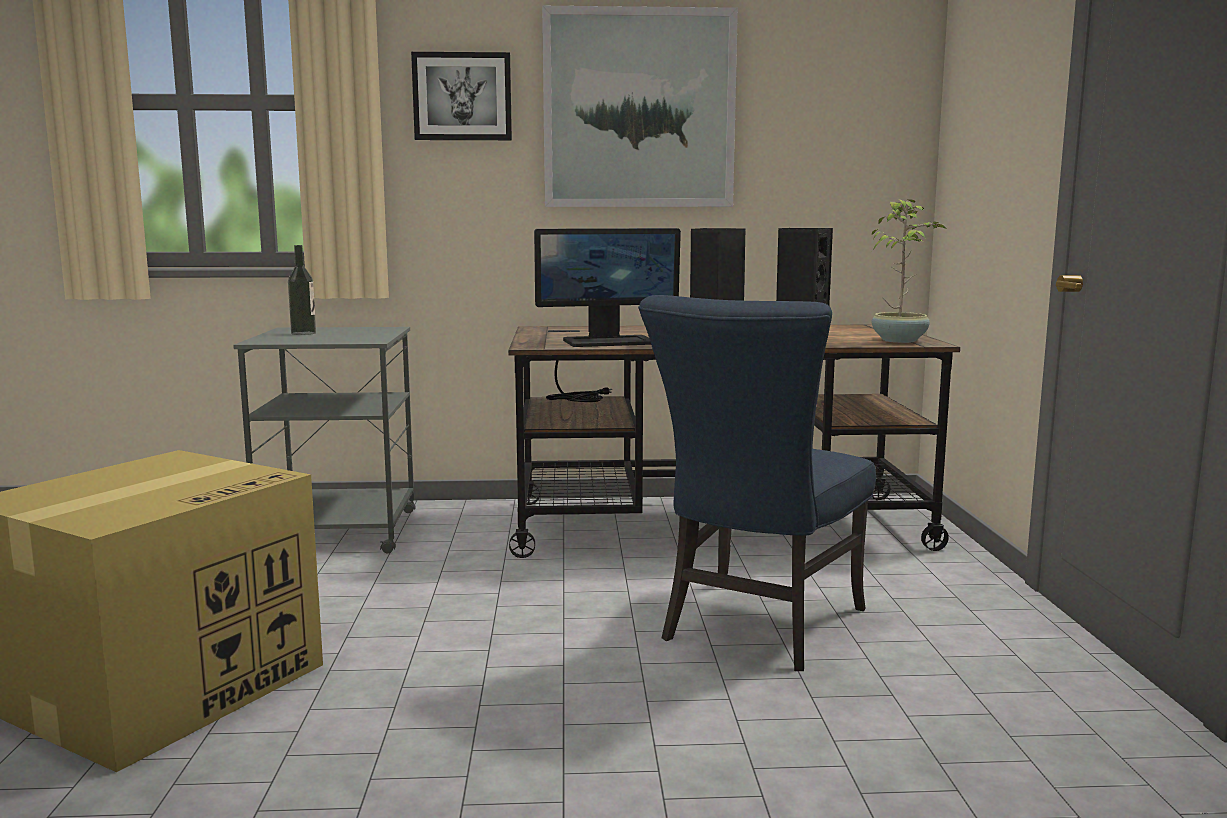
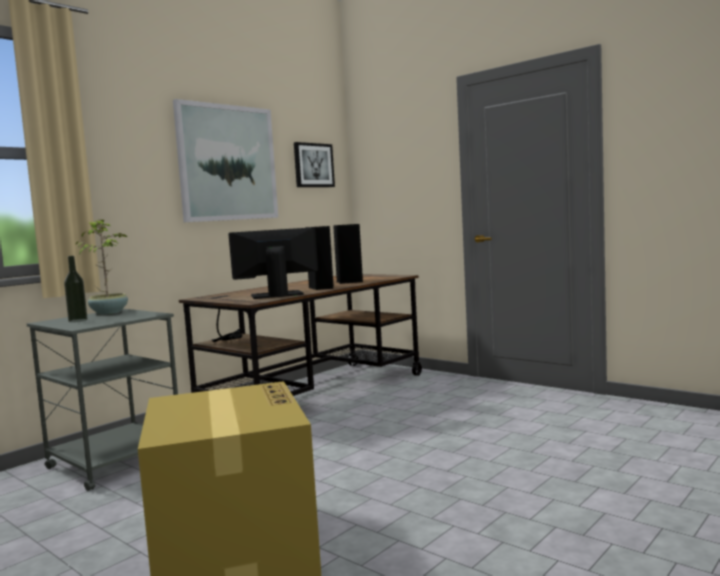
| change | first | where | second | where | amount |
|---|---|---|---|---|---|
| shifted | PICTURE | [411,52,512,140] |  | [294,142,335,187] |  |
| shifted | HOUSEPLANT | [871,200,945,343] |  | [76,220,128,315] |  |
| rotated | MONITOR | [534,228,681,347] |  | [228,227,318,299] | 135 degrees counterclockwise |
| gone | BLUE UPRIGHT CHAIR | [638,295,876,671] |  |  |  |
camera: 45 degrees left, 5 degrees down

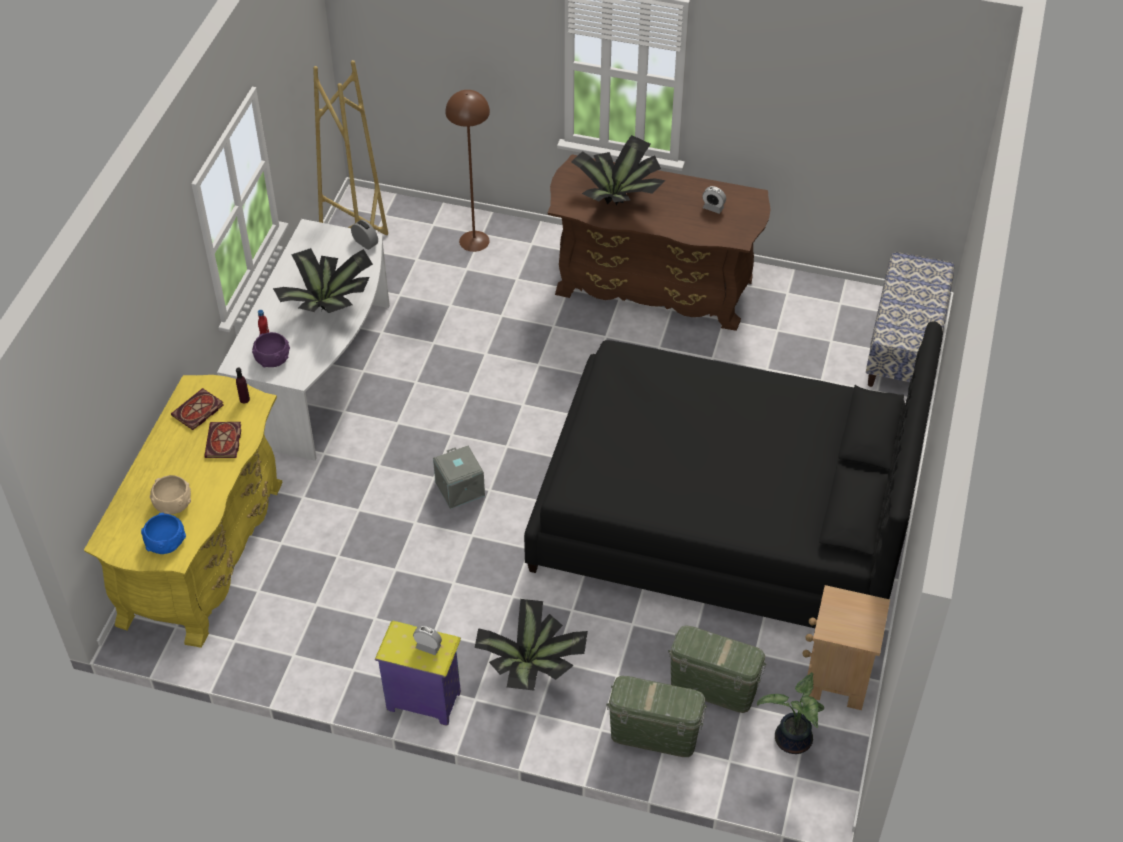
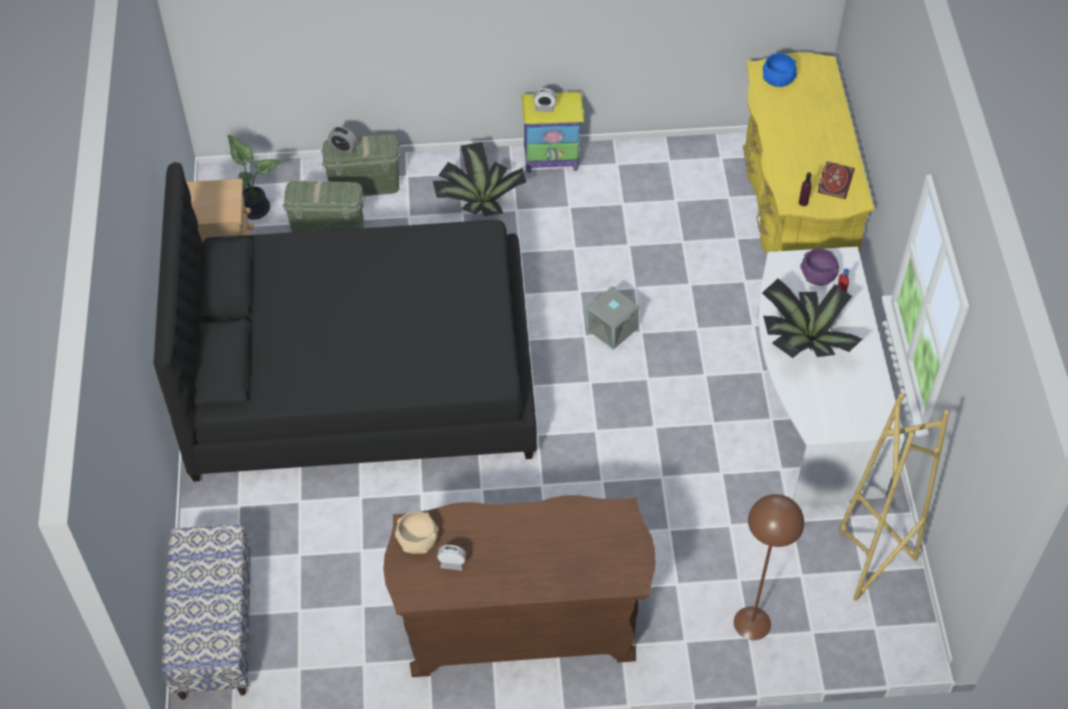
| change | first | where | second | where | amount |
|---|---|---|---|---|---|
| gone | HOUSEPLANT | [571,135,665,205] |  |  |  |
| shifted | BEDSIDE CLOCK | [351,220,378,250] |  | [328,126,357,153] |  |
| gone | BOUND BOOK | [204,422,241,458] |  |  |  |
| shifted | BEIGE-COLOURED BOWL | [150,475,191,514] |  | [395,511,438,554] |  |
camera: 160 degrees right, 5 degrees up

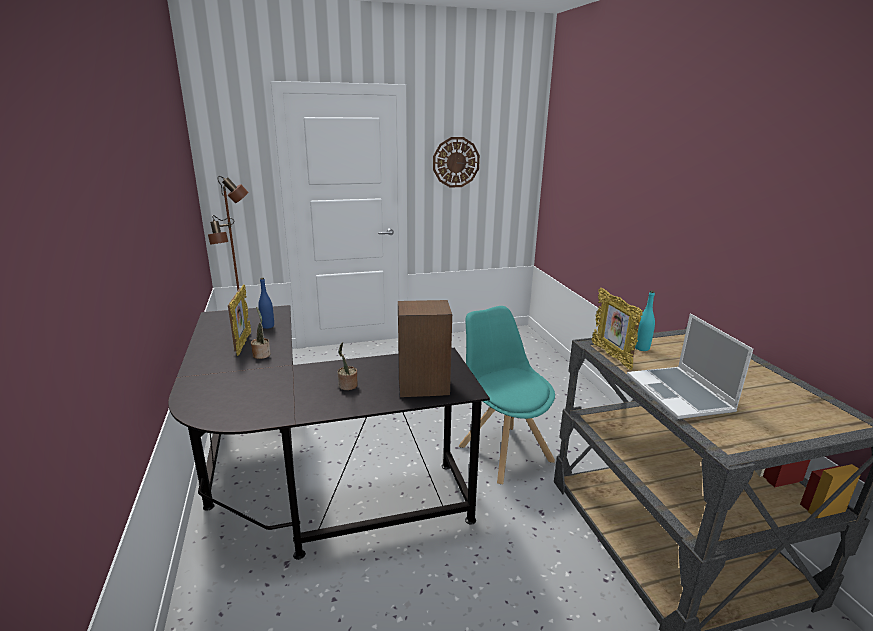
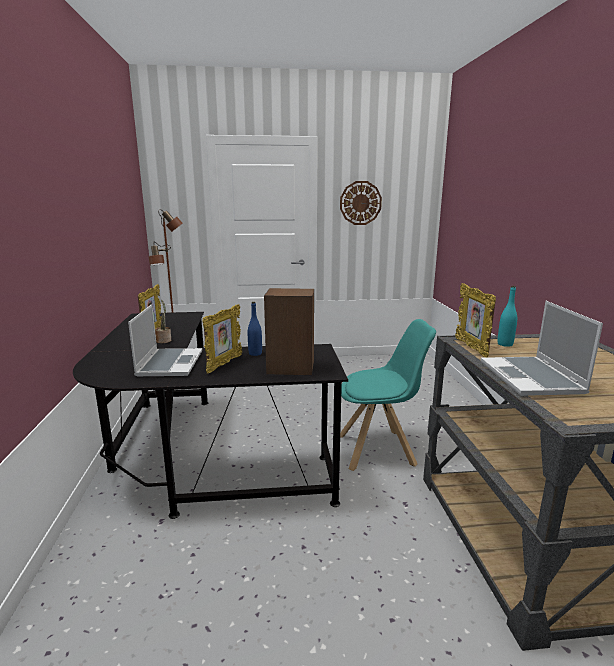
| change | first | where | second | where | amount |
|---|---|---|---|---|---|
| shifted | BLUE DRINK BOTTLE | [258,278,274,329] |  | [248,302,262,356] |  |
| rotated | TURQUOISE UPRIGHT CHAIR | [459,306,555,484] |  | [340,319,436,471] | 105 degrees clockwise |
| swapped | HOUSEPLANT | [337,342,358,390] | STANDING FRAME | [202,304,242,374] |  |
| new |  |  | PORTABLE COMPUTER | [128,304,202,376] |  |
camera: 10 degrees right, 5 degrees down

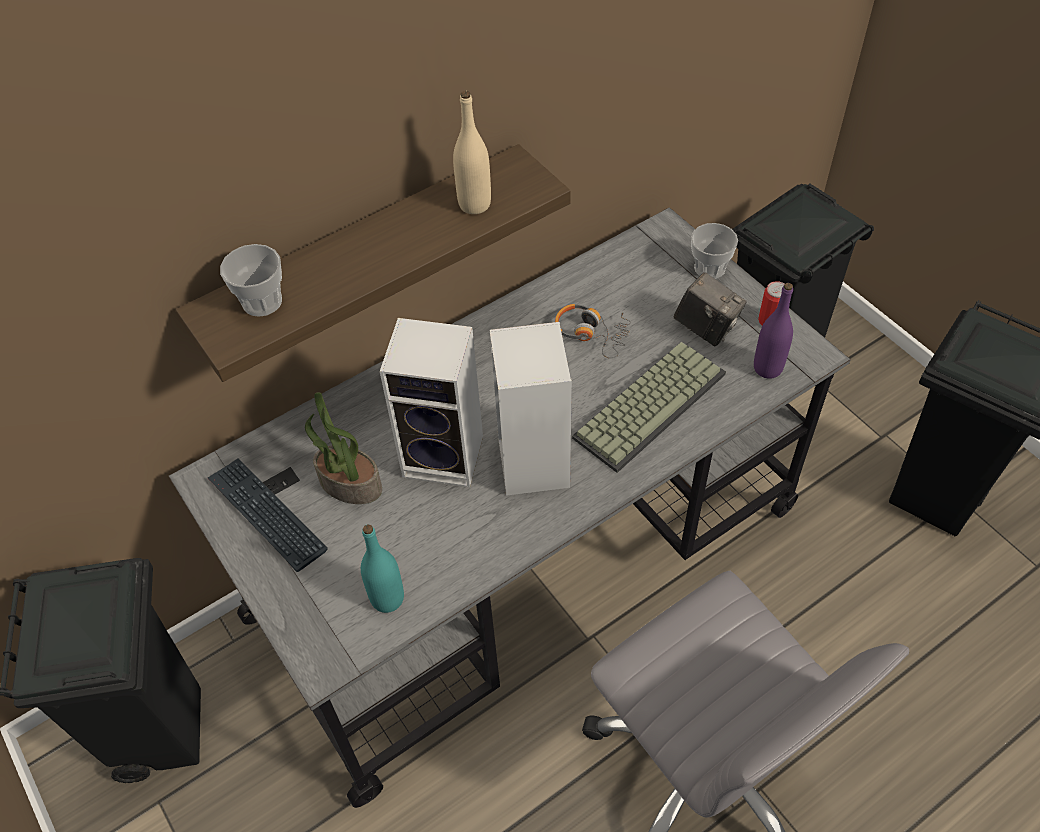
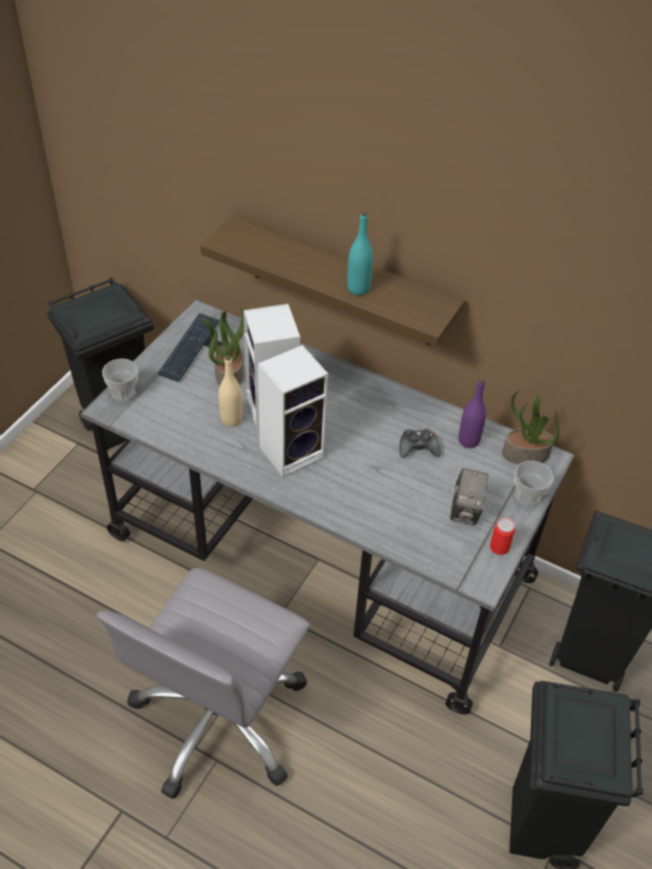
| change | first | where | second | where | amount |
|---|---|---|---|---|---|
| shifted | BEIGE-COLOURED DRINK BOTTLE | [453,91,491,214] |  | [218,355,242,426] |  |
| shifted | SMALL CUP | [220,244,282,317] |  | [102,358,138,401] |  |
| shifted | PURPLISH DRINK BOTTLE | [754,283,793,379] |  | [459,378,486,448] |  |
| swapped | HEADSET | [555,304,631,358] | BLACK JOYPAD | [399,429,441,458] |  |
| gone | PC KEYBOARD | [572,342,726,473] |  |  |  |
| shifted | TURQUOISE DRINK BOTTLE | [361,524,404,613] |  | [347,211,373,295] |  |
| new |  |  | HOUSEPLANT | [502,390,560,465] |  |
camera: 60 degrees right, 5 degrees down

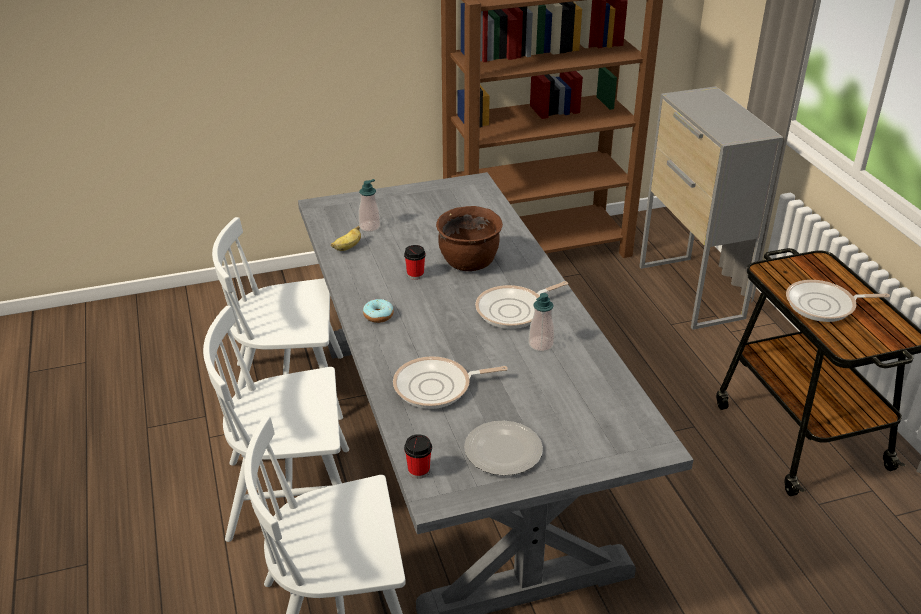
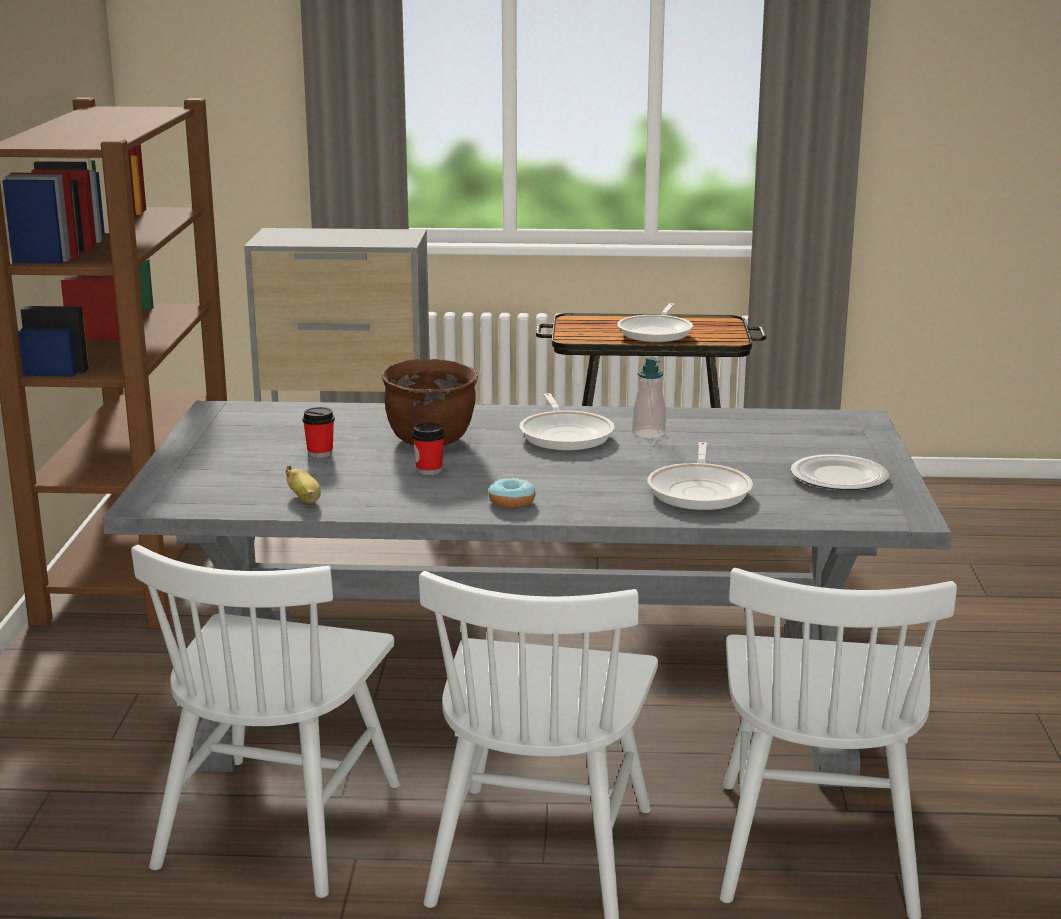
| change | first | where | second | where | amount |
|---|---|---|---|---|---|
| gone | SOAP BOTTLE | [359,179,381,232] |  |  |  |
| shifted | SMALL CUP | [404,434,432,479] |  | [302,407,335,458] |  |
camera: 70 degrees left, 15 degrees down

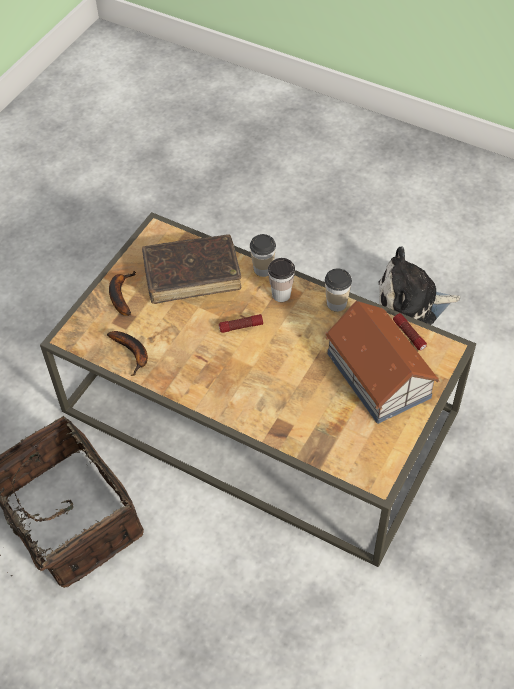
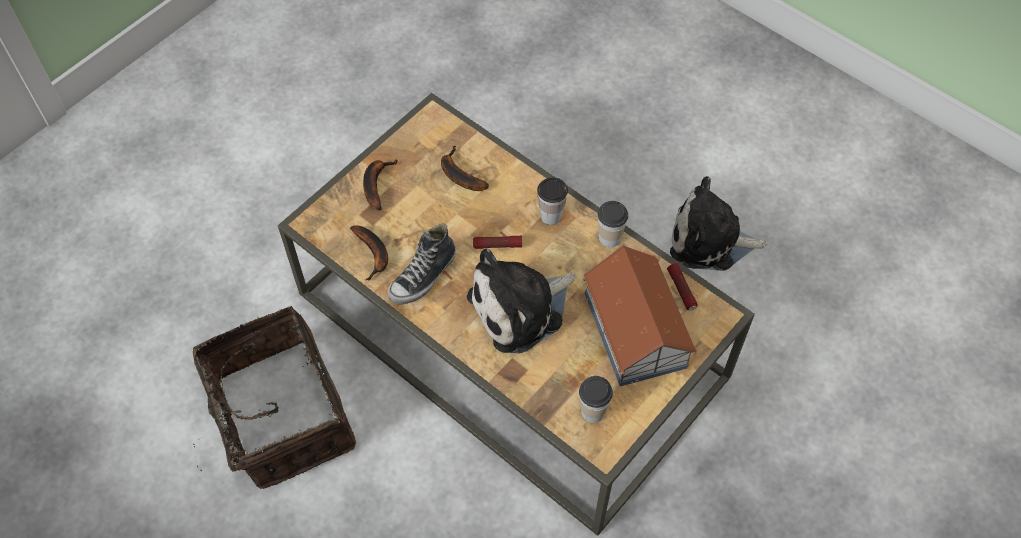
| change | first | where | second | where | amount |
|---|---|---|---|---|---|
| shifted | SMALL CUP | [250,234,276,277] |  | [579,376,613,423] |  |
| swapped | BROWN-COLOURED BOUND BOOK | [142,235,241,304] | BANANA | [441,145,489,191] |  |
| new |  |  | SHOE | [387,224,456,305] |  |
| new |  |  | PLUSH TOY | [467,248,575,353] |  |
camera: 10 degrees right, 5 degrees up

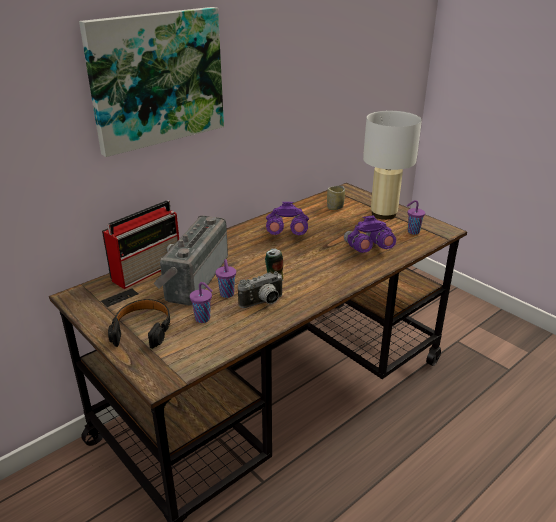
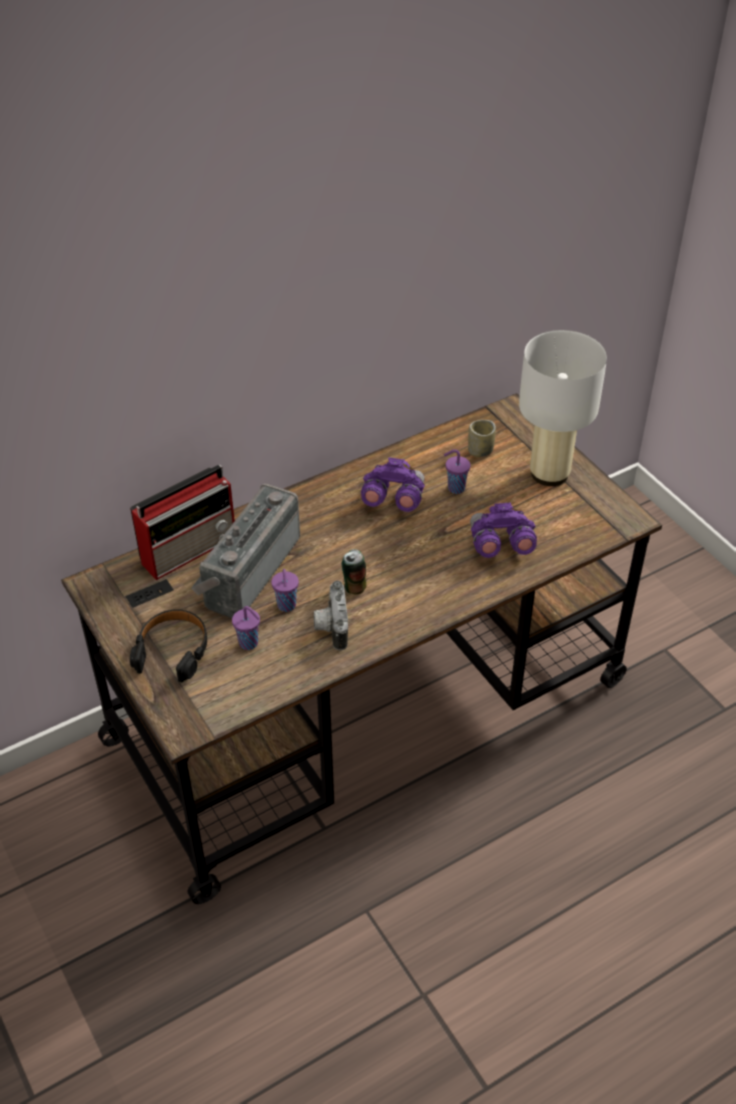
| change | first | where | second | where | amount |
|---|---|---|---|---|---|
| gone | PICTURE | [79,7,224,157] |  |  |  |
| shifted | PURPLISH SMALL CUP | [407,200,425,235] |  | [444,449,471,494] |  |
| rotated | STILL CAMERA | [238,271,284,308] |  | [314,580,348,650] | 105 degrees clockwise |
camera: 10 degrees right, 15 degrees up

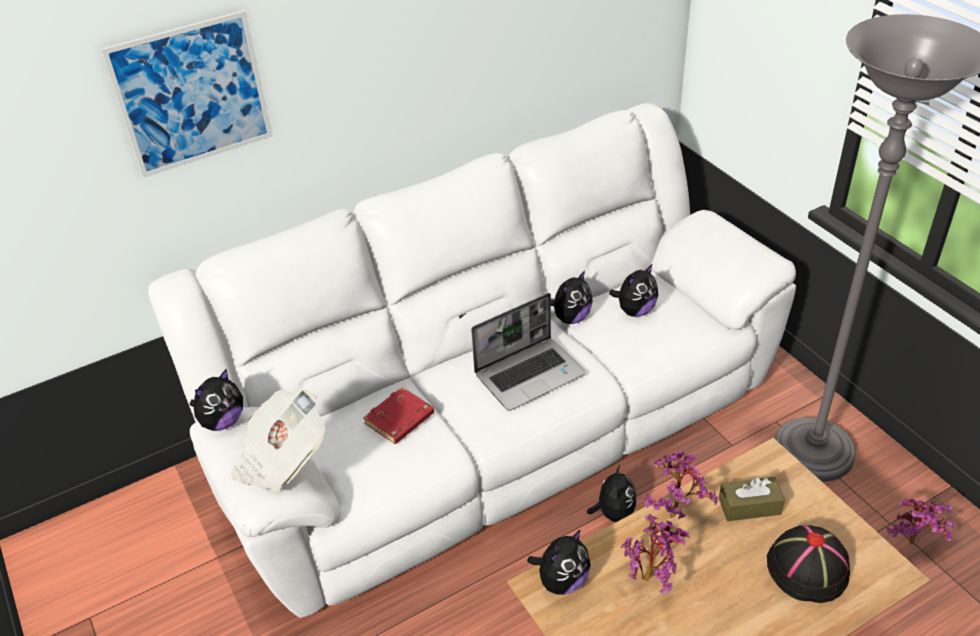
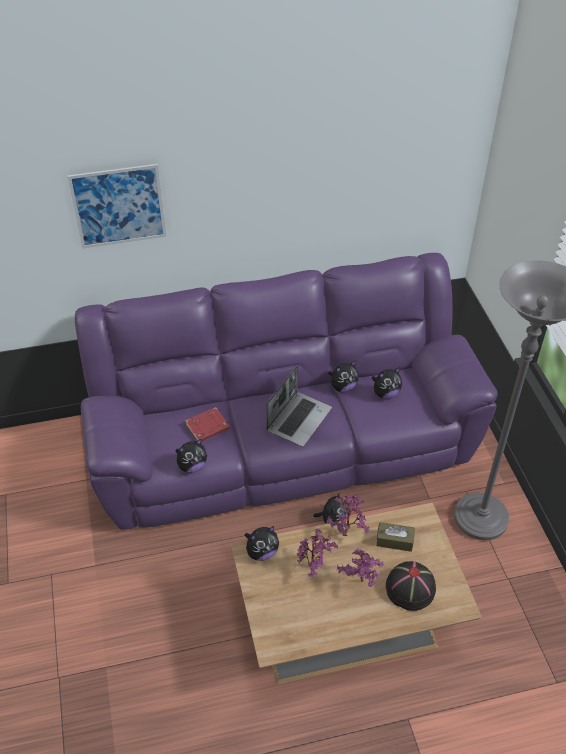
| change | first | where | second | where | amount |
|---|---|---|---|---|---|
| repainted | WHITISH COUCH | [148,103,796,618] | PURPLISH COUCH | [75,253,498,530] |  |
| rotated | PORTABLE COMPUTER | [471,293,585,411] |  | [266,365,332,447] | 45 degrees counterclockwise |
| shifted | PLUSH TOY | [190,369,243,431] |  | [175,439,207,473] |  |
| gone | DAILY PAPER | [231,389,325,493] |  |  |  |
| shifted | HOUSEPLANT | [887,498,954,544] |  | [337,549,383,587] |  |
camera: 15 degrees right, 5 degrees up

